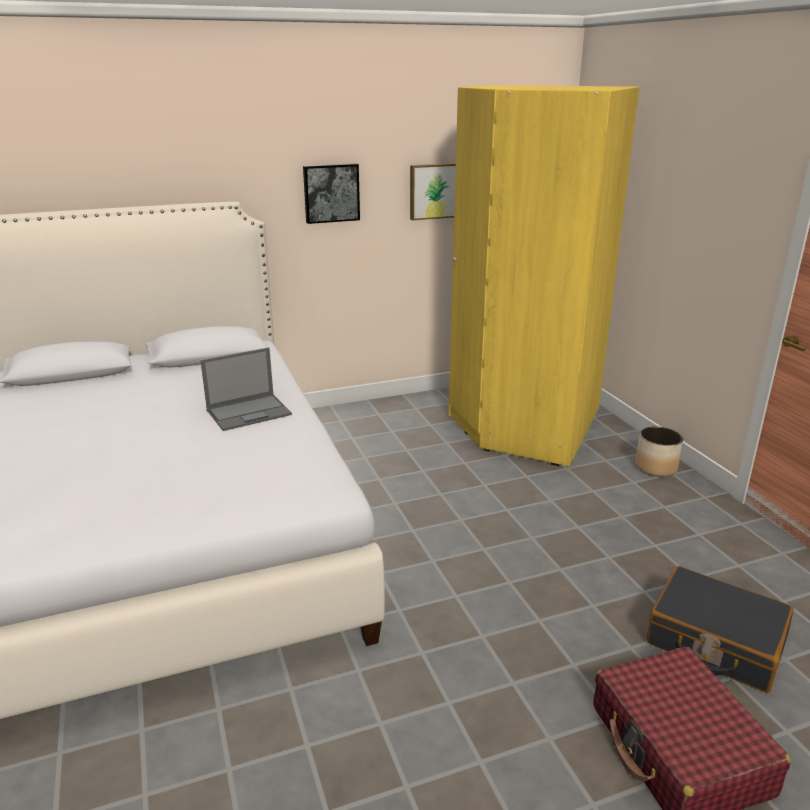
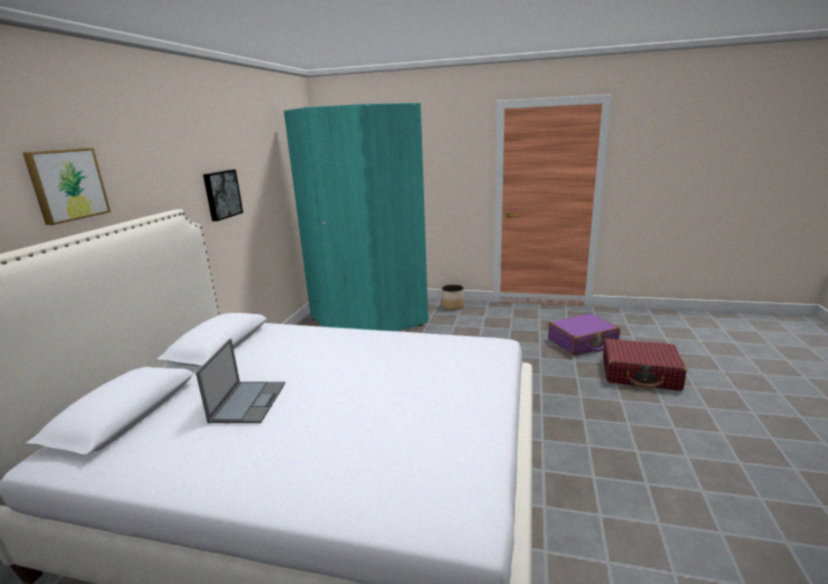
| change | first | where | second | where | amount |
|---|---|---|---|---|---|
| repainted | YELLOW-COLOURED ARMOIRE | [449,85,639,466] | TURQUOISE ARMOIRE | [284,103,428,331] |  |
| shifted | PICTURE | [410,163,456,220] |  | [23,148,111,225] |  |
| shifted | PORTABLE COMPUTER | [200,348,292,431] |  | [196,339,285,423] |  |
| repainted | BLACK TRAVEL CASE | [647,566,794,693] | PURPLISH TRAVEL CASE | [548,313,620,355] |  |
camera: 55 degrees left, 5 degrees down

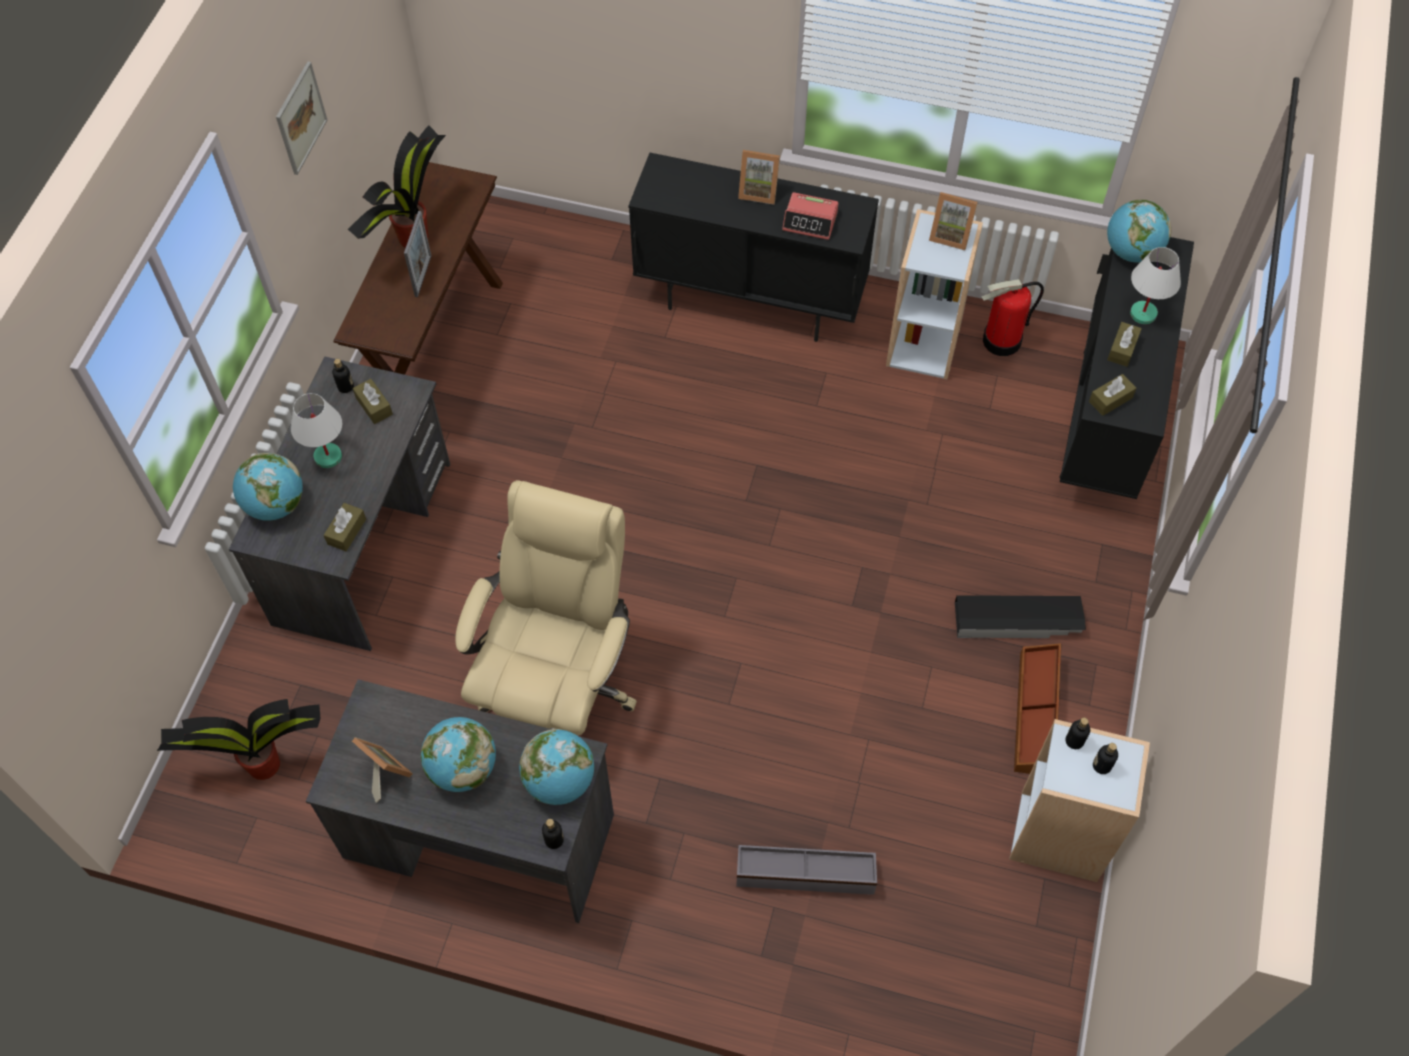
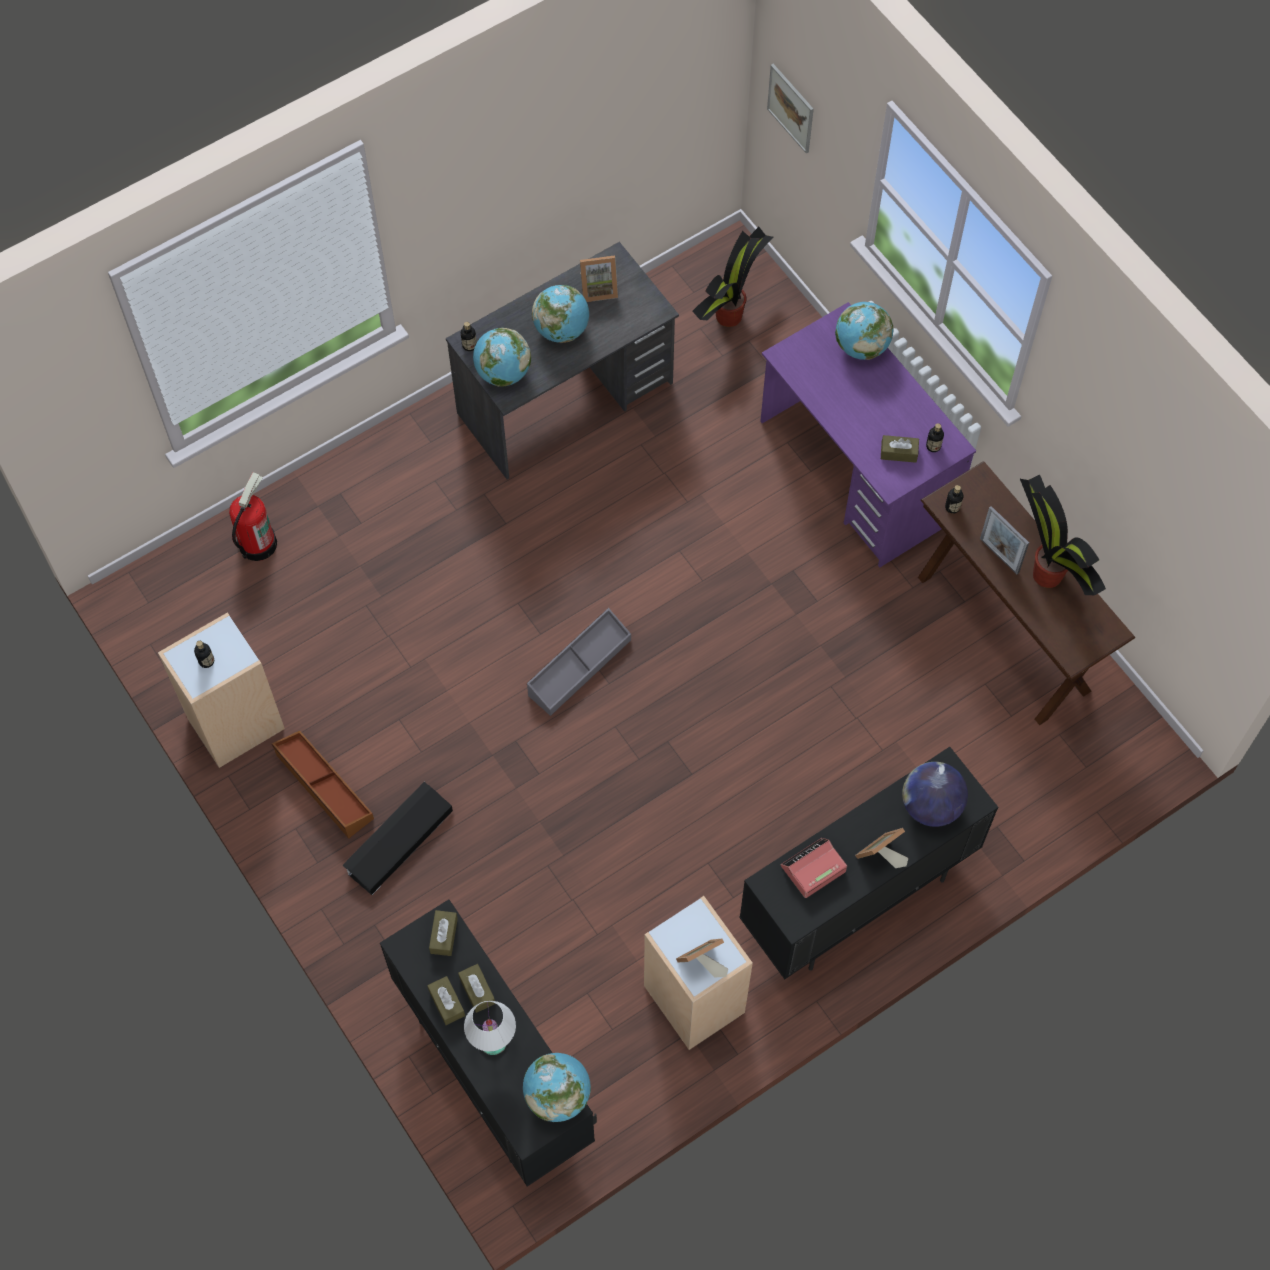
| change | first | where | second | where | amount |
|---|---|---|---|---|---|
| shifted | PICTURE | [276,61,327,175] |  | [767,64,814,154] |  |
| shifted | FIRE EXTINGUISHER | [981,279,1044,356] |  | [229,472,277,561] |  |
| repainted | GRAY DESK | [229,357,450,651] | PURPLISH DESK | [760,302,976,567] |  |
| gone | WHITISH LAMP FOR A TABLE | [291,393,342,468] |  |  |  |
| gone | BEIGE-COLOURED COMPUTER CHAIR | [455,480,637,735] |  |  |  |
| shifted | BROWN-COLOURED BOX OF TISSUES | [324,503,366,551] |  | [427,976,465,1025] |  |
| shifted | DRINK BOTTLE | [1065,718,1090,749] |  | [945,485,963,514] |  |
| shifted | GRAY STORAGE BIN | [736,845,877,895] |  | [527,608,631,716] |  |
| new |  |  | DESK GLOBE | [902,762,968,827] |  |
camera: 130 degrees right, 5 degrees up

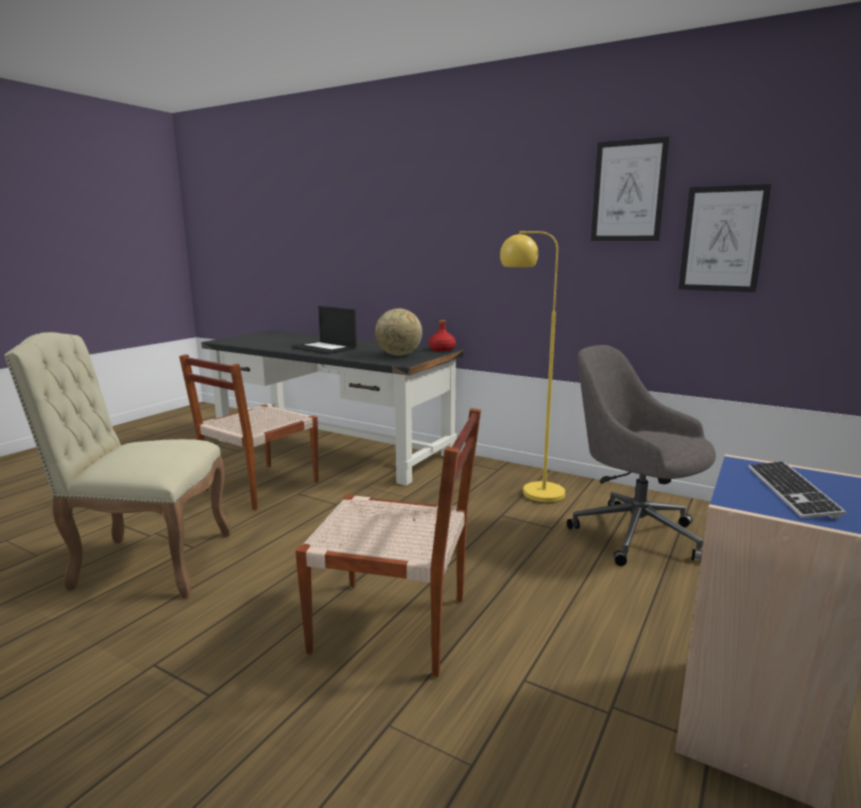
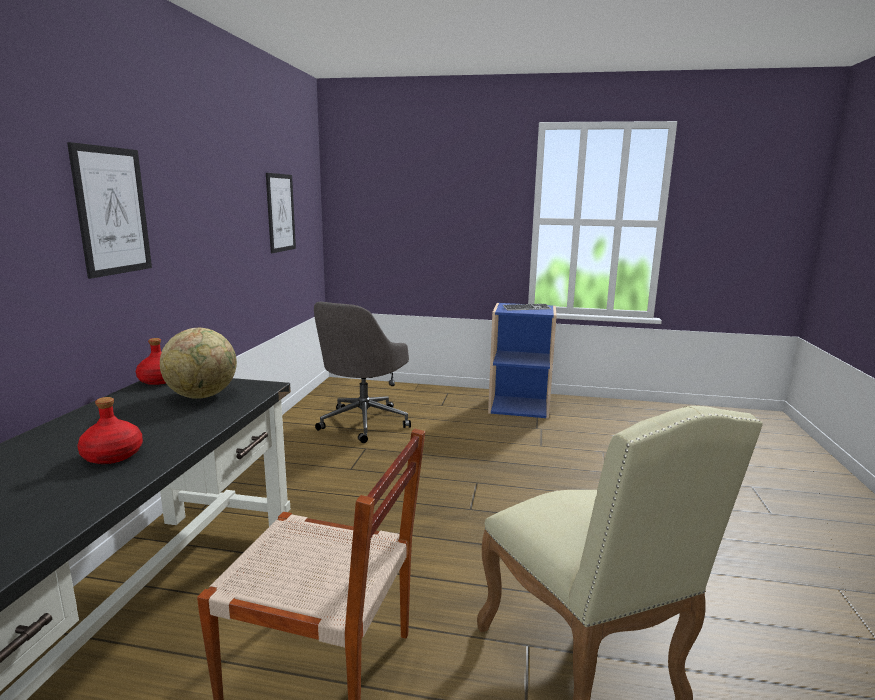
| change | first | where | second | where | amount |
|---|---|---|---|---|---|
| shifted | PICTURE | [591,137,670,241] |  | [67,142,152,279] |  |
| gone | YELLOW-COLOURED STANDING LAMP | [500,231,565,503] |  |  |  |
| swapped | PORTABLE COMPUTER | [292,306,357,354] | RED DRINK BOTTLE | [77,397,143,464] |  |
| gone | UPRIGHT CHAIR | [296,408,481,677] |  |  |  |
camera: 110 degrees left, 0 degrees up

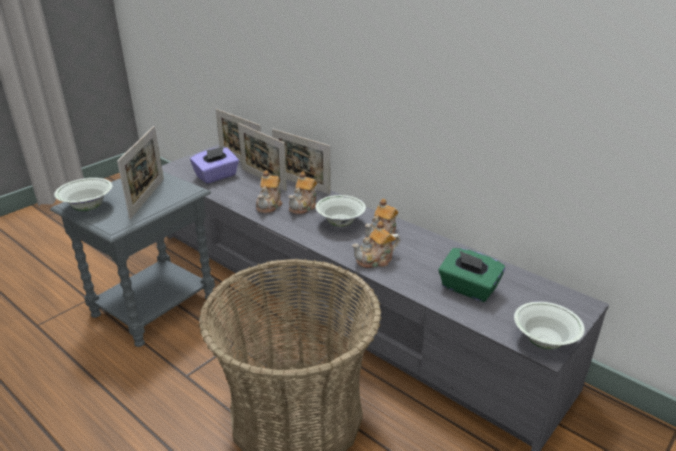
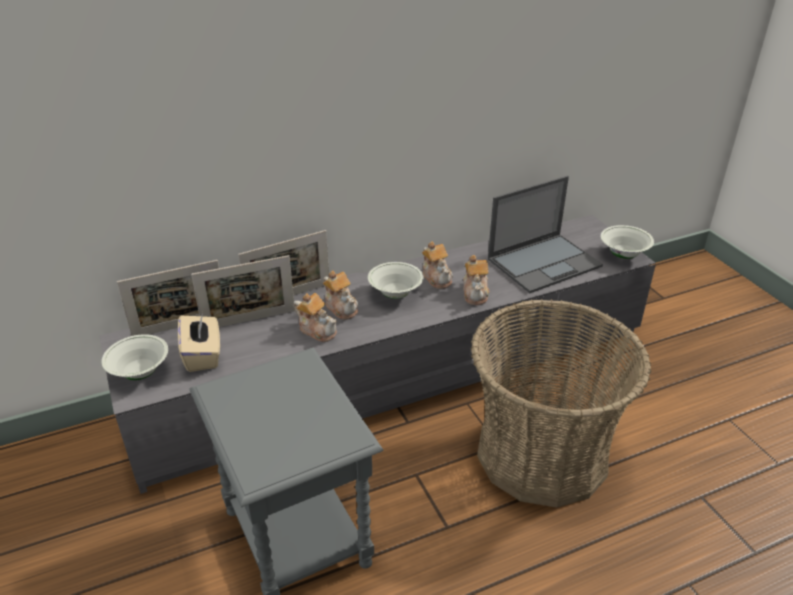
| change | first | where | second | where | amount |
|---|---|---|---|---|---|
| gone | STANDING FRAME | [117,126,164,219] |  |  |  |
| repainted | PURPLISH BOX OF TISSUES | [190,146,239,184] | BEIGE-COLOURED BOX OF TISSUES | [178,312,220,372] |  |
| shifted | WHITISH BOWL | [54,178,112,211] |  | [101,334,168,380] |  |
| swapped | GREENISH BOX OF TISSUES | [438,248,505,302] | PORTABLE COMPUTER | [488,176,603,293] |  |
camera: 65 degrees left, 5 degrees up

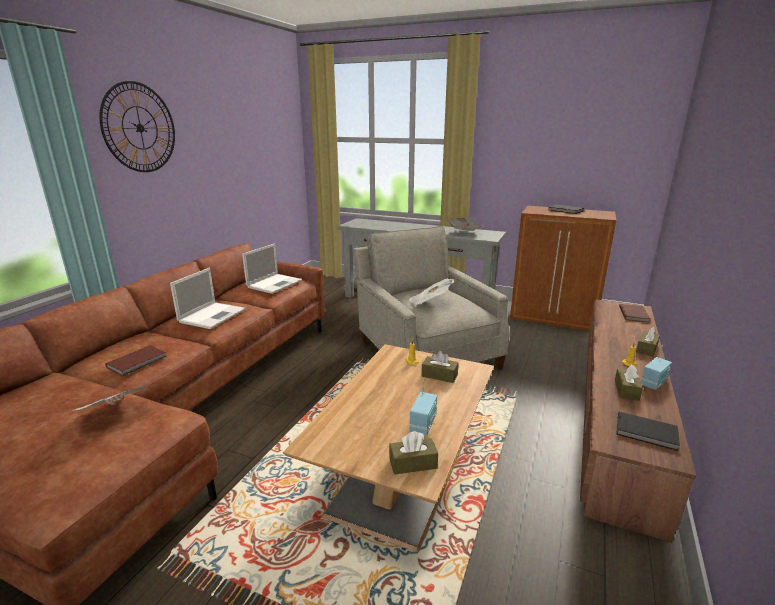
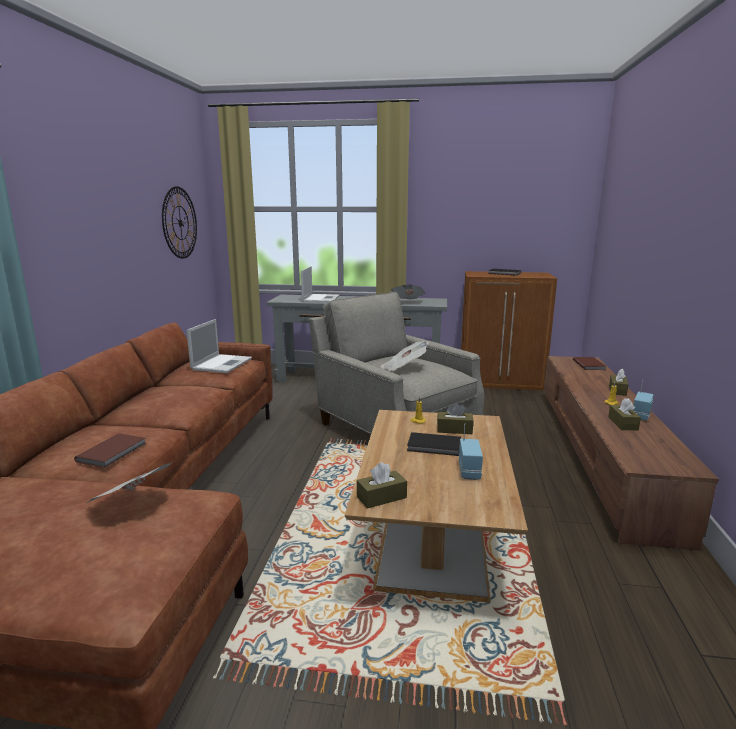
| change | first | where | second | where | amount |
|---|---|---|---|---|---|
| shifted | WALL CLOCK | [99,81,175,172] |  | [162,186,197,259] |  |
| shifted | PORTABLE COMPUTER | [170,268,245,329] |  | [301,266,340,303] |  |
| shifted | BLACK BOUND BOOK | [616,412,680,451] |  | [407,432,461,456] |  |
| shifted | BROWN-COLOURED BOX OF TISSUES | [389,431,438,475] |  | [357,462,407,509] |  |
camera: 15 degrees left, 5 degrees down

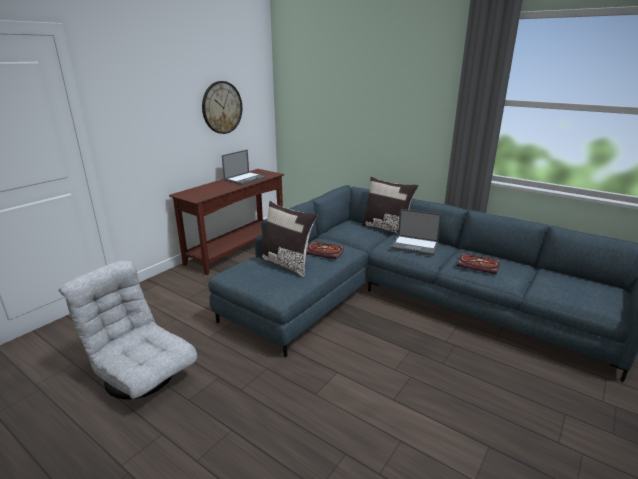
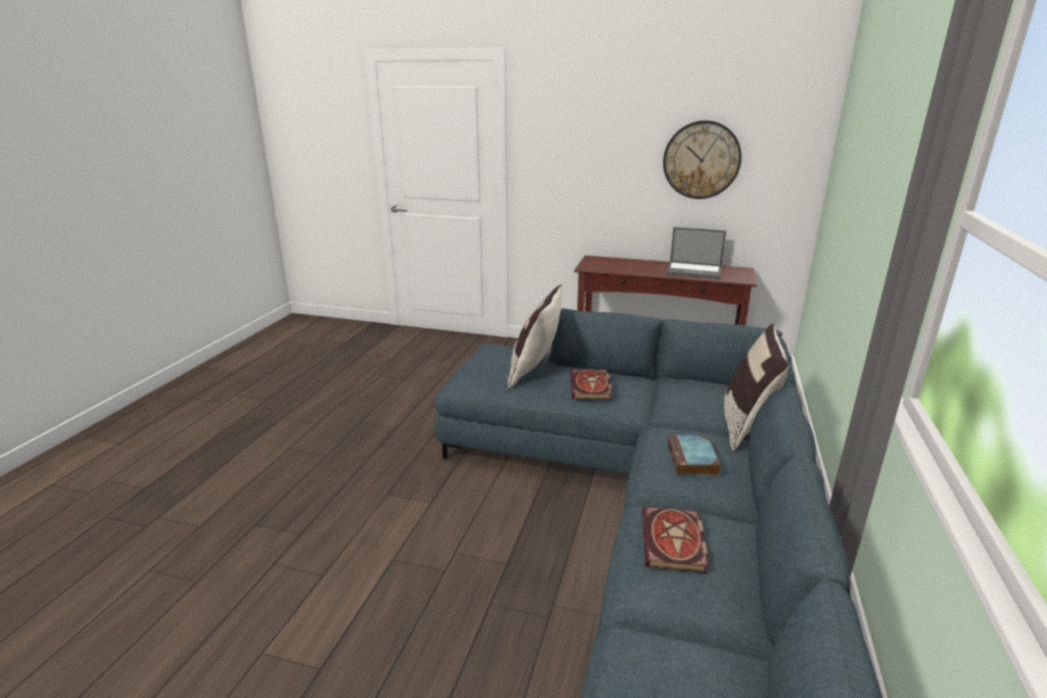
| change | first | where | second | where | amount |
|---|---|---|---|---|---|
| swapped | PORTABLE COMPUTER | [391,209,442,256] | BOUND BOOK | [667,435,720,475] |  |
| gone | GRAY ARMCHAIR | [59,261,197,399] |  |  |  |
camera: 70 degrees right, 0 degrees up

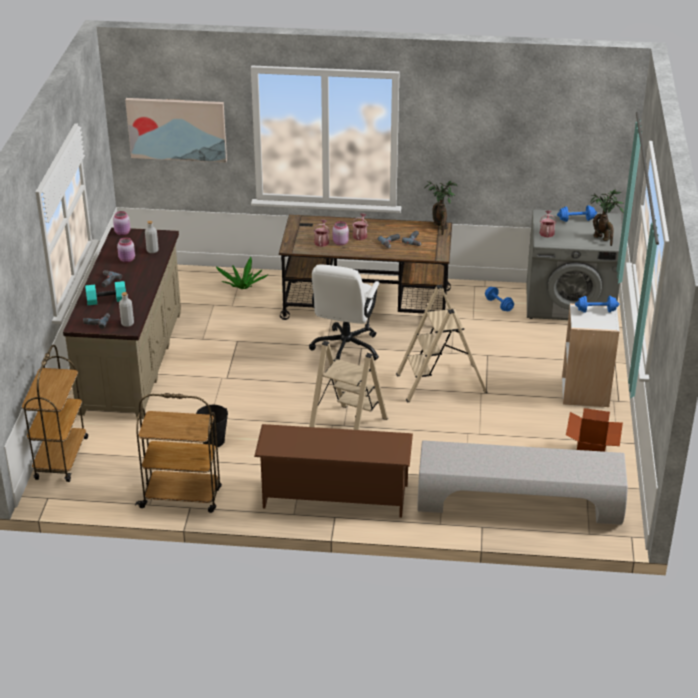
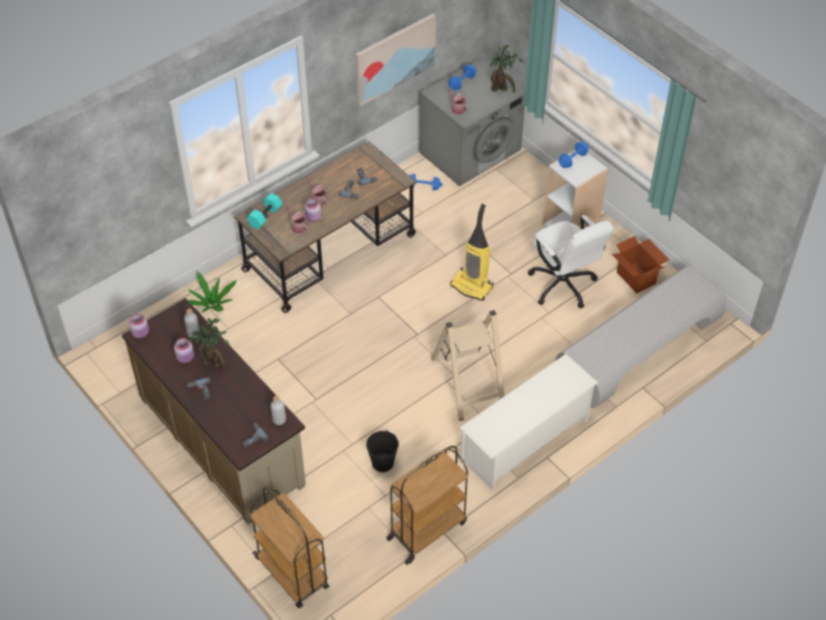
| change | first | where | second | where | amount |
|---|---|---|---|---|---|
| shifted | PICTURE | [125,98,227,162] |  | [356,14,436,106] |  |
| shifted | HOUSEPLANT | [425,181,457,235] |  | [188,318,230,373] |  |
| shifted | WHITISH COMPUTER CHAIR | [309,265,379,361] |  | [528,215,614,308] |  |
| shifted | TURQUOISE FREE WEIGHT | [85,281,126,305] |  | [247,193,282,230] |  |
| swapped | BEIGE-COLOURED STEPLADDER | [396,285,488,403] | VACUUM CLEANER | [450,204,493,301] |  |
| repainted | BROWN-COLOURED SHOE RACK | [254,424,413,517] | WHITISH SHOE RACK | [459,354,599,491] |  |
camera: 45 degrees left, 15 degrees up

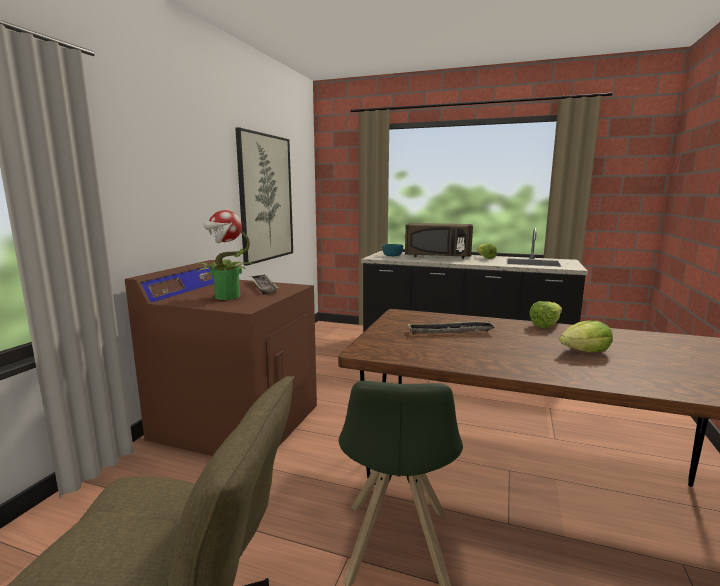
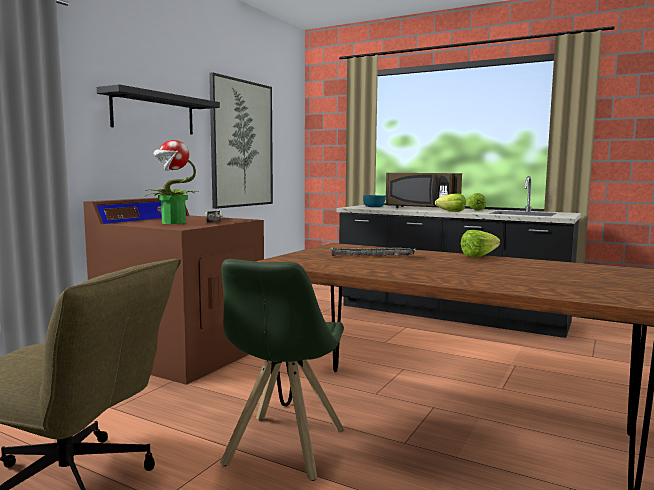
| change | first | where | second | where | amount |
|---|---|---|---|---|---|
| shifted | LETTUCE | [559,321,613,352] |  | [435,193,466,212] |  |
| new |  |  | BLACK BRACKET SHELF | [97,84,220,134] |  |
camera: 10 degrees right, 5 degrees down

